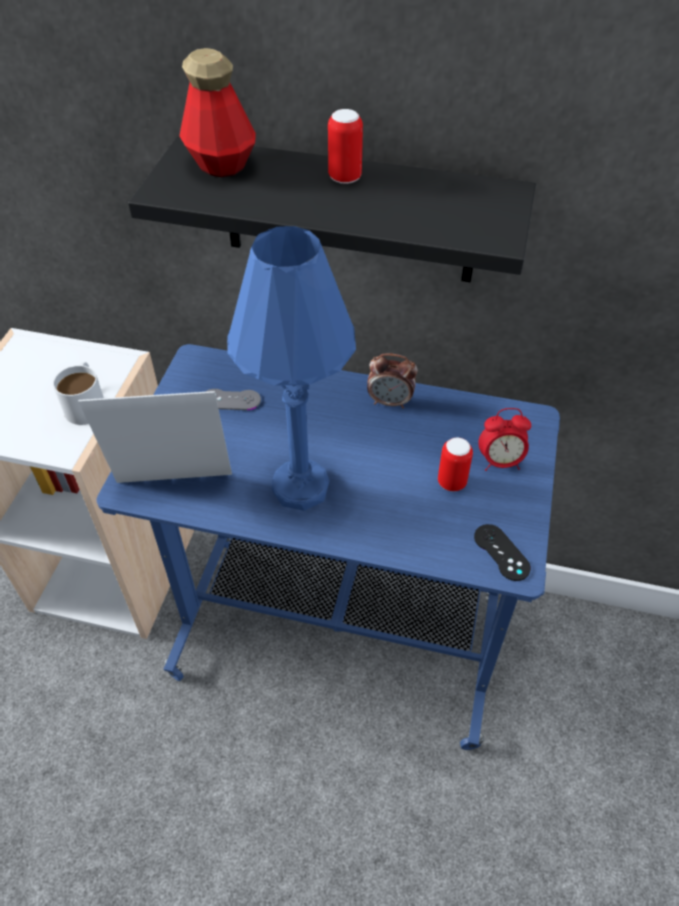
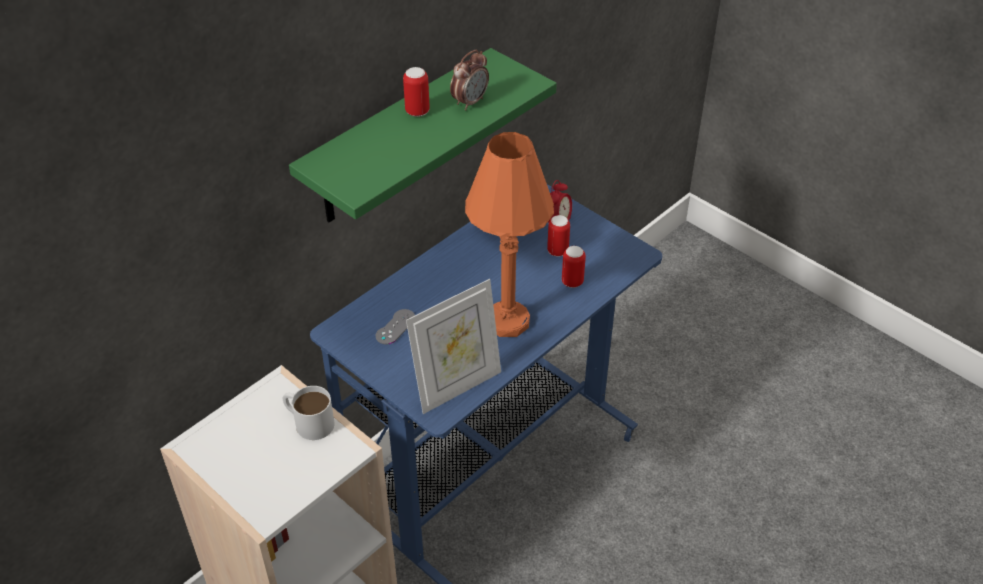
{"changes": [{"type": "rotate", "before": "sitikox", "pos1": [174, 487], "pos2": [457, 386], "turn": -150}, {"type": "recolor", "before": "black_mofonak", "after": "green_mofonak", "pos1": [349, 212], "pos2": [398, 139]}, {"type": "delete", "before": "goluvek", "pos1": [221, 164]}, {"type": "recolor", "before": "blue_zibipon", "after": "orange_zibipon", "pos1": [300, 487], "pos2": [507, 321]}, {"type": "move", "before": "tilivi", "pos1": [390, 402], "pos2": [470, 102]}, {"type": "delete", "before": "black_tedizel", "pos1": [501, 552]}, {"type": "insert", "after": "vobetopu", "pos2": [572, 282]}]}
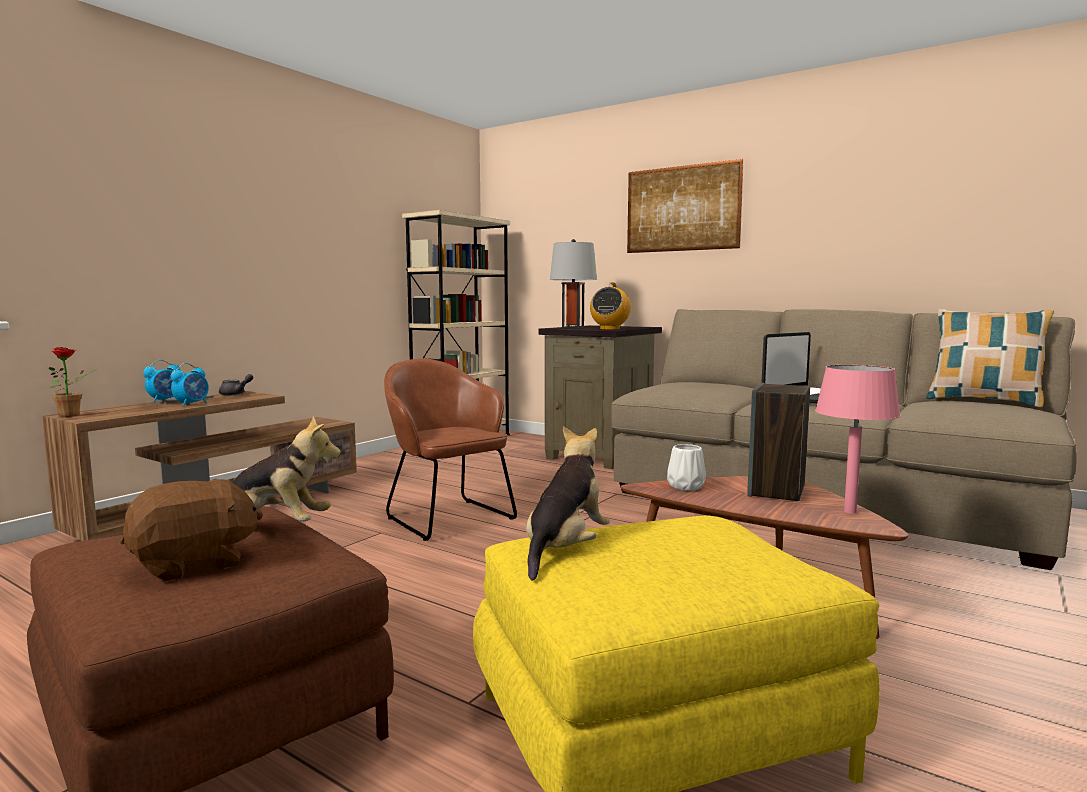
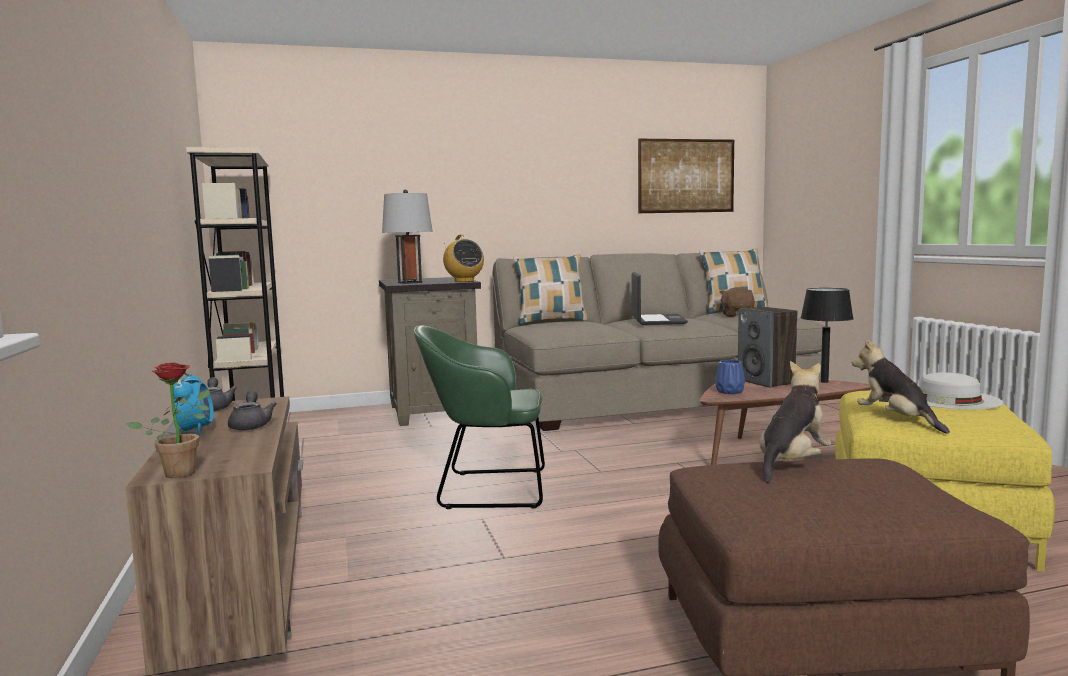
{"changes": [{"type": "move", "before": "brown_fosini", "pos1": [194, 564], "pos2": [737, 315]}, {"type": "replace", "before": "tilivi", "after": "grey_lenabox", "pos1": [192, 404], "pos2": [251, 425]}, {"type": "recolor", "before": "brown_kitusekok", "after": "green_kitusekok", "pos1": [446, 516], "pos2": [487, 489]}, {"type": "move", "before": "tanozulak", "pos1": [682, 208], "pos2": [686, 176]}, {"type": "recolor", "before": "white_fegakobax", "after": "blue_fegakobax", "pos1": [686, 486], "pos2": [729, 391]}, {"type": "recolor", "before": "pink_zibipon", "after": "black_zibipon", "pos1": [849, 511], "pos2": [824, 382]}, {"type": "insert", "after": "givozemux", "pos2": [551, 321]}, {"type": "insert", "after": "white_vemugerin", "pos2": [948, 399]}]}
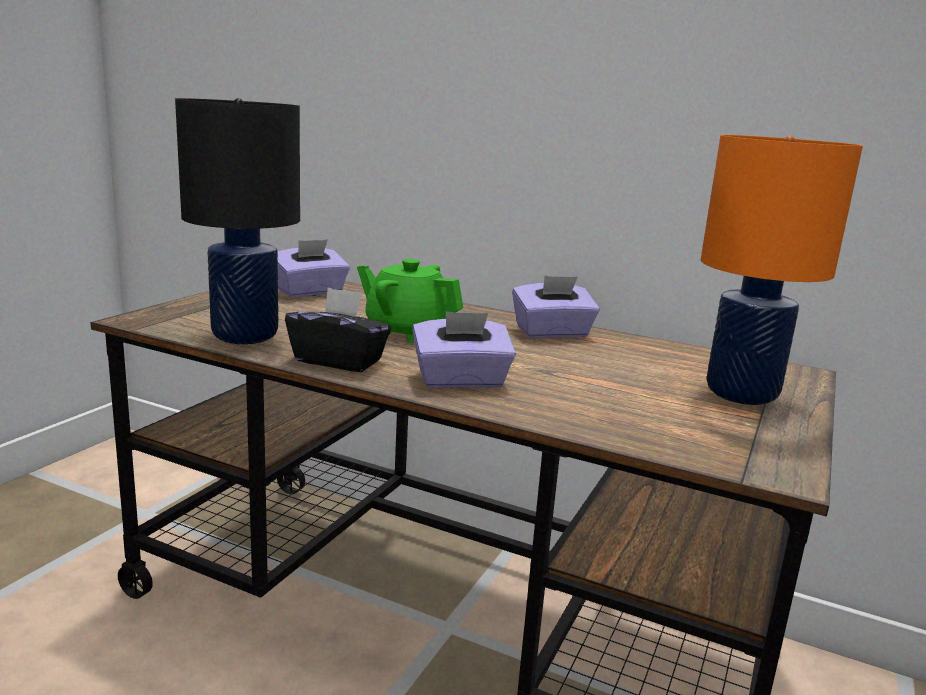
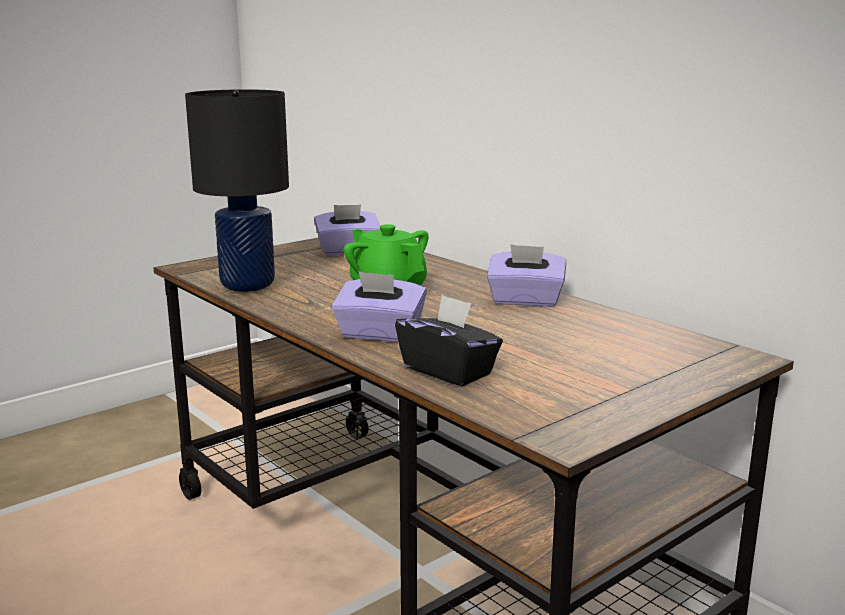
{"changes": [{"type": "move", "before": "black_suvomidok", "pos1": [339, 361], "pos2": [448, 371]}, {"type": "delete", "before": "orange_zibipon", "pos1": [742, 397]}]}
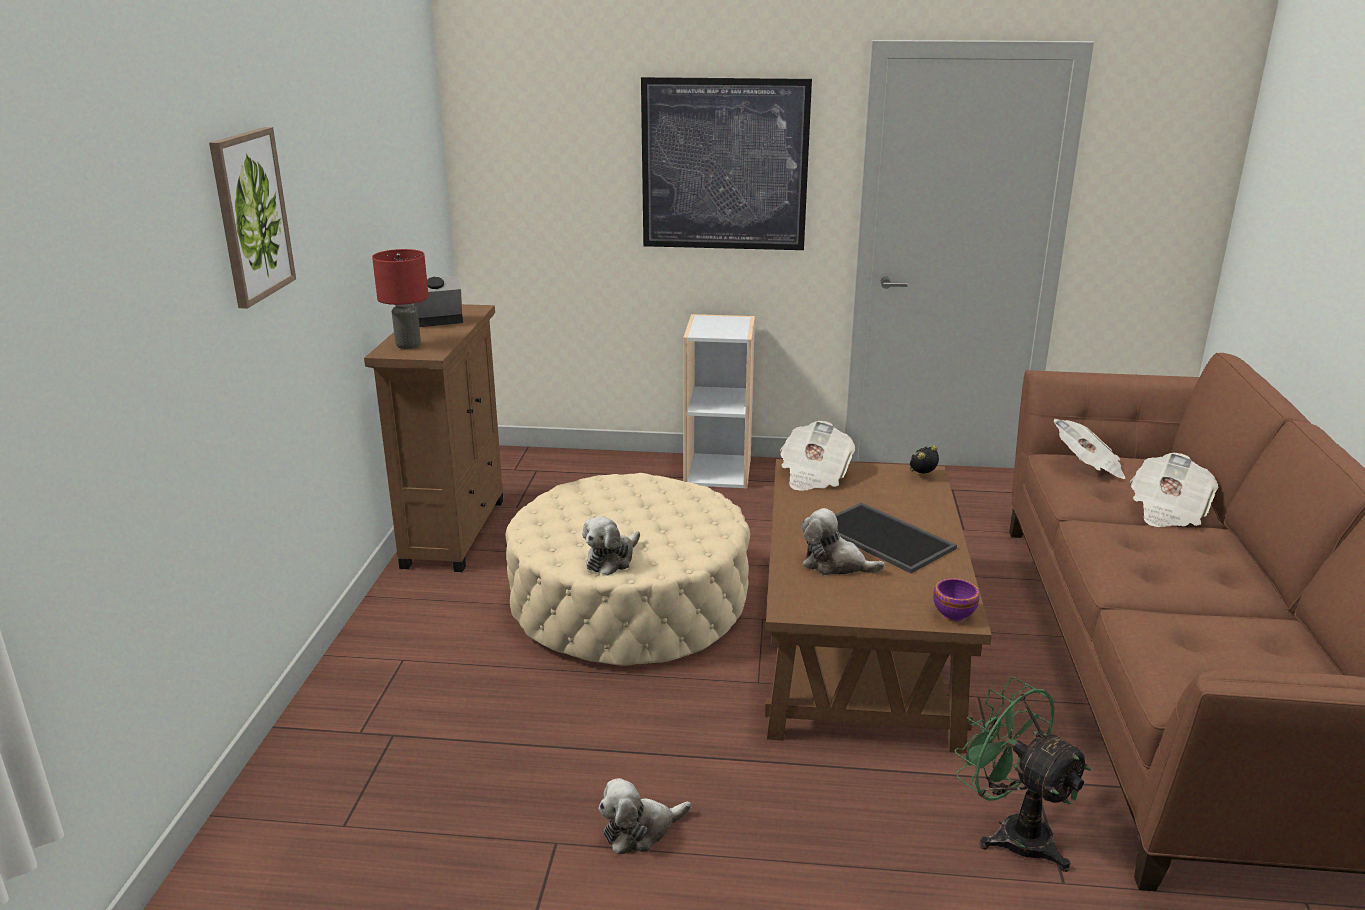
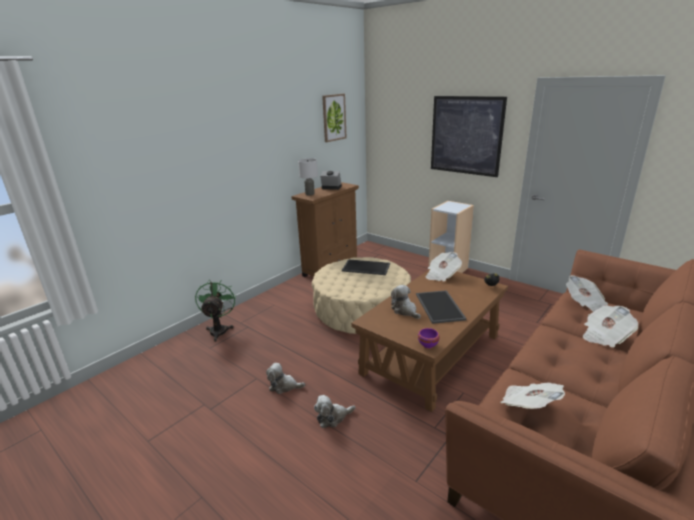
{"changes": [{"type": "move", "before": "tanozulak", "pos1": [251, 216], "pos2": [333, 117]}, {"type": "recolor", "before": "red_zibipon", "after": "white_zibipon", "pos1": [407, 346], "pos2": [309, 194]}, {"type": "move", "before": "fosini", "pos1": [612, 559], "pos2": [333, 417]}, {"type": "move", "before": "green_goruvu", "pos1": [1012, 832], "pos2": [219, 329]}, {"type": "insert", "after": "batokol", "pos2": [365, 268]}, {"type": "insert", "after": "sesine", "pos2": [528, 405]}]}
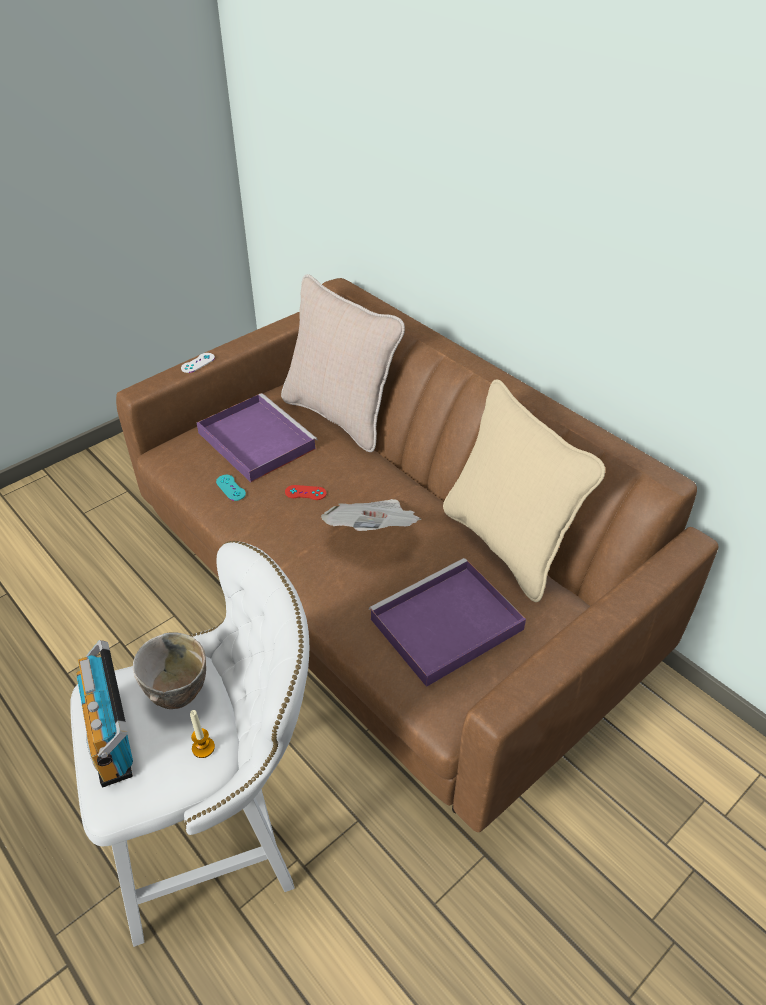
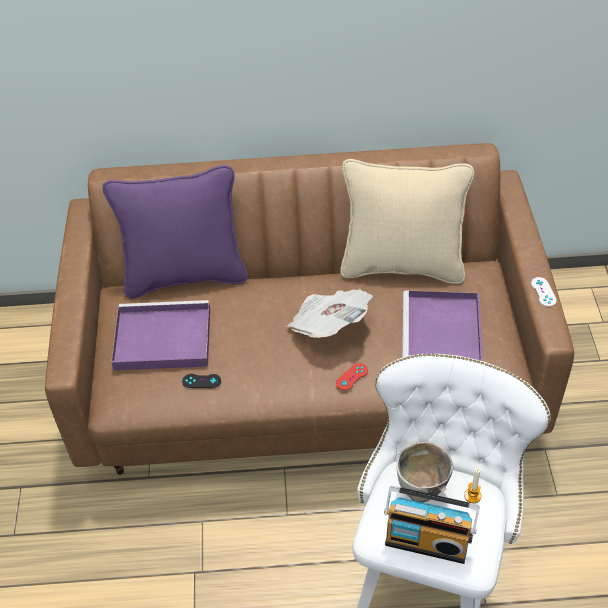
{"changes": [{"type": "move", "before": "white_tedizel", "pos1": [198, 363], "pos2": [543, 292]}, {"type": "recolor", "before": "turquoise_tedizel", "after": "black_tedizel", "pos1": [231, 488], "pos2": [201, 381]}, {"type": "recolor", "before": "beige_givozemux", "after": "purple_givozemux", "pos1": [340, 415], "pos2": [185, 275]}, {"type": "move", "before": "red_tedizel", "pos1": [305, 493], "pos2": [352, 377]}]}
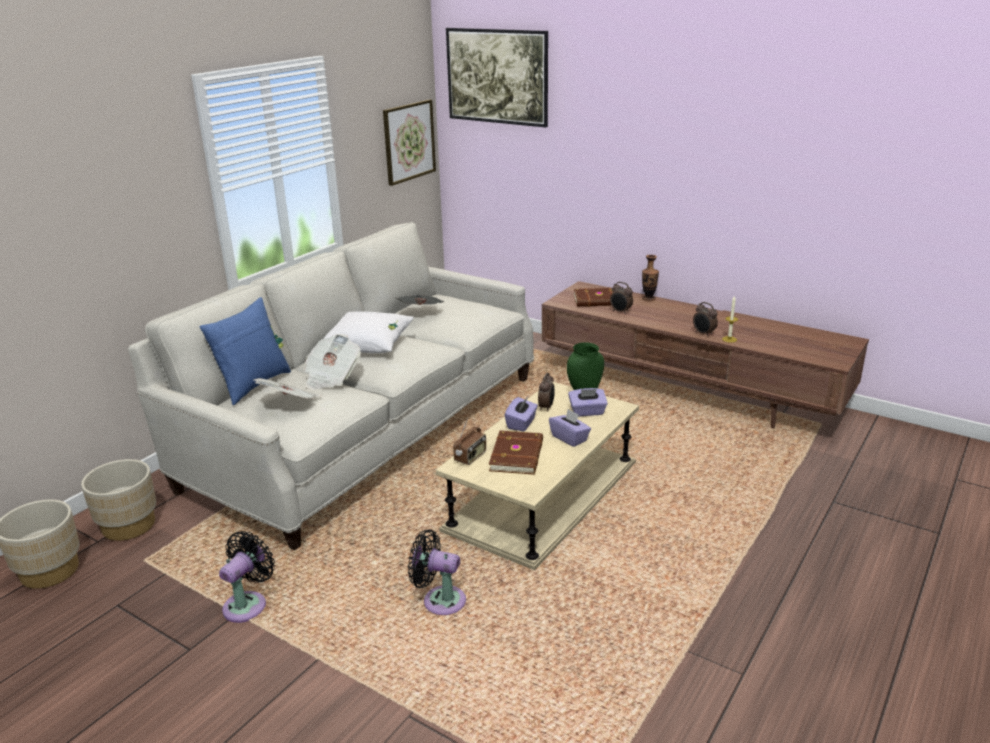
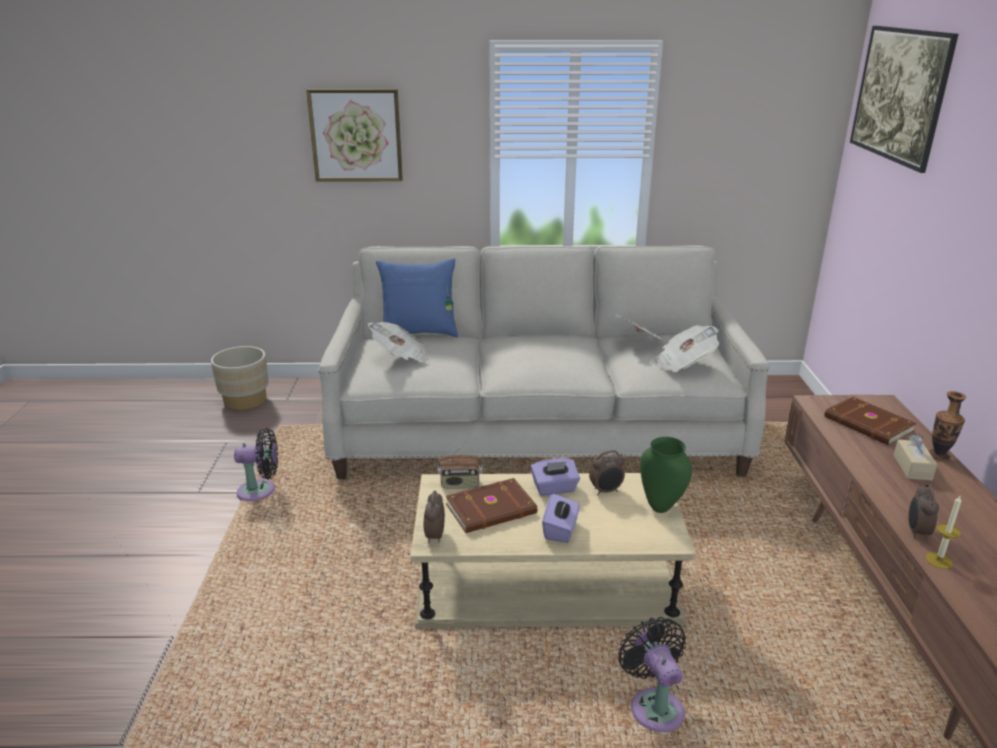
{"changes": [{"type": "delete", "before": "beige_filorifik", "pos1": [129, 525]}, {"type": "move", "before": "sesine", "pos1": [331, 377], "pos2": [682, 364]}, {"type": "delete", "before": "white_givozemux", "pos1": [368, 345]}, {"type": "move", "before": "tanozulak", "pos1": [409, 141], "pos2": [356, 135]}, {"type": "move", "before": "black_goruvu", "pos1": [440, 600], "pos2": [654, 705]}, {"type": "delete", "before": "purple_suvomidok", "pos1": [587, 412]}, {"type": "move", "before": "tilivi", "pos1": [620, 311], "pos2": [434, 536]}, {"type": "insert", "after": "beige_suvomidok", "pos2": [912, 467]}]}
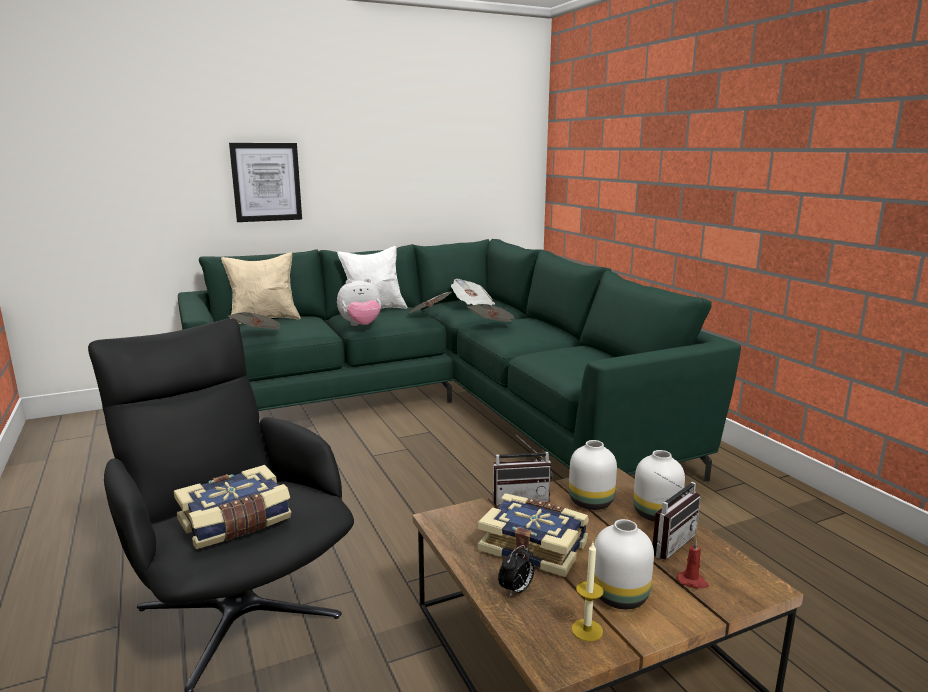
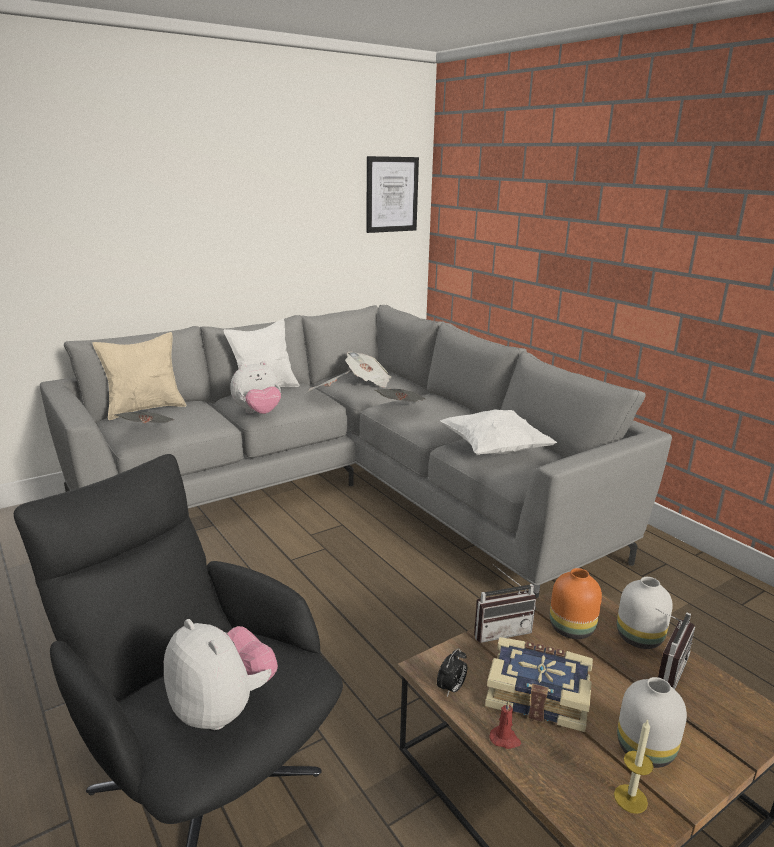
{"changes": [{"type": "replace", "before": "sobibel", "after": "fosini", "pos1": [236, 522], "pos2": [223, 708]}, {"type": "recolor", "before": "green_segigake", "after": "grey_segigake", "pos1": [447, 407], "pos2": [350, 492]}, {"type": "move", "before": "tanozulak", "pos1": [266, 182], "pos2": [391, 194]}, {"type": "move", "before": "tilivi", "pos1": [516, 590], "pos2": [451, 689]}, {"type": "recolor", "before": "white_fegakobax", "after": "orange_fegakobax", "pos1": [592, 502], "pos2": [572, 628]}, {"type": "move", "before": "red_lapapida", "pos1": [692, 581], "pos2": [505, 739]}, {"type": "insert", "after": "white_givozemux", "pos2": [494, 450]}]}
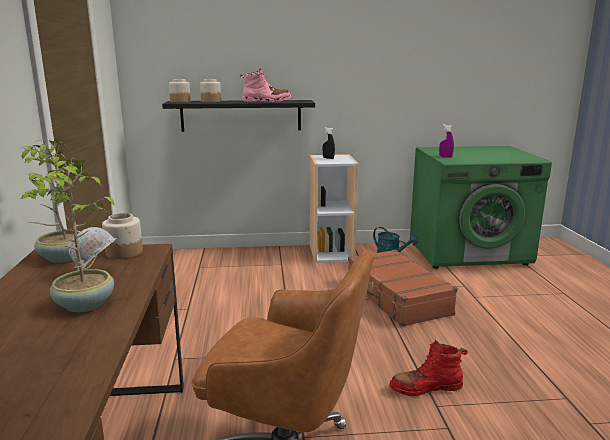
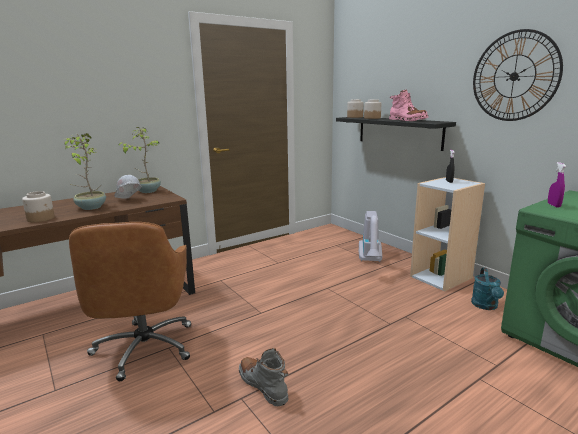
{"changes": [{"type": "move", "before": "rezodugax", "pos1": [124, 252], "pos2": [41, 218]}, {"type": "delete", "before": "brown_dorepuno", "pos1": [396, 297]}, {"type": "recolor", "before": "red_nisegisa", "after": "grey_nisegisa", "pos1": [426, 388], "pos2": [263, 386]}, {"type": "insert", "after": "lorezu", "pos2": [370, 261]}, {"type": "insert", "after": "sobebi", "pos2": [514, 76]}]}
